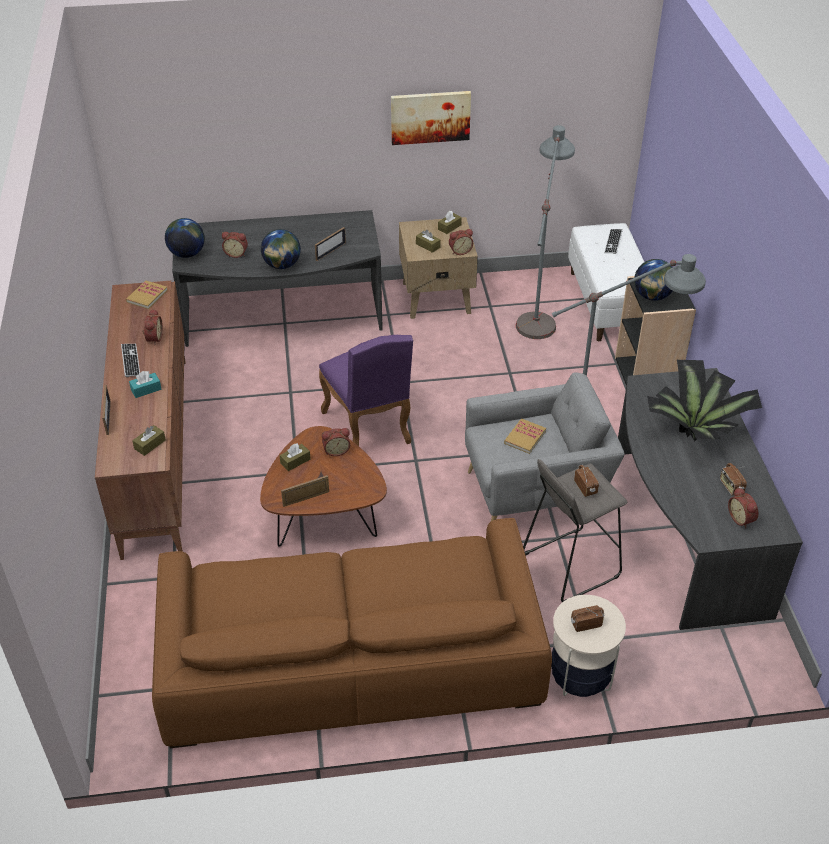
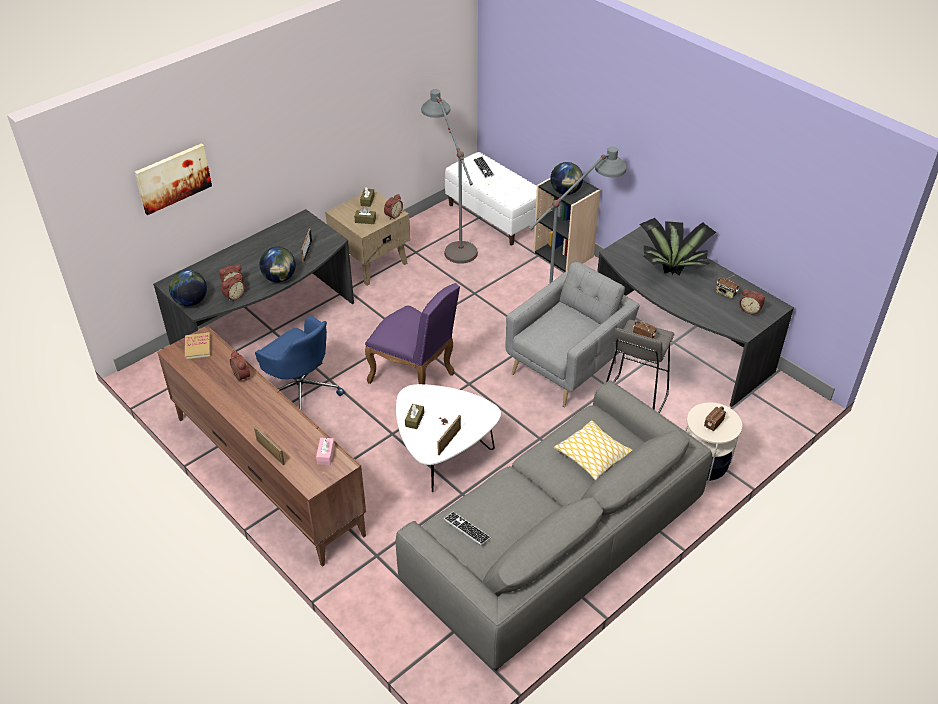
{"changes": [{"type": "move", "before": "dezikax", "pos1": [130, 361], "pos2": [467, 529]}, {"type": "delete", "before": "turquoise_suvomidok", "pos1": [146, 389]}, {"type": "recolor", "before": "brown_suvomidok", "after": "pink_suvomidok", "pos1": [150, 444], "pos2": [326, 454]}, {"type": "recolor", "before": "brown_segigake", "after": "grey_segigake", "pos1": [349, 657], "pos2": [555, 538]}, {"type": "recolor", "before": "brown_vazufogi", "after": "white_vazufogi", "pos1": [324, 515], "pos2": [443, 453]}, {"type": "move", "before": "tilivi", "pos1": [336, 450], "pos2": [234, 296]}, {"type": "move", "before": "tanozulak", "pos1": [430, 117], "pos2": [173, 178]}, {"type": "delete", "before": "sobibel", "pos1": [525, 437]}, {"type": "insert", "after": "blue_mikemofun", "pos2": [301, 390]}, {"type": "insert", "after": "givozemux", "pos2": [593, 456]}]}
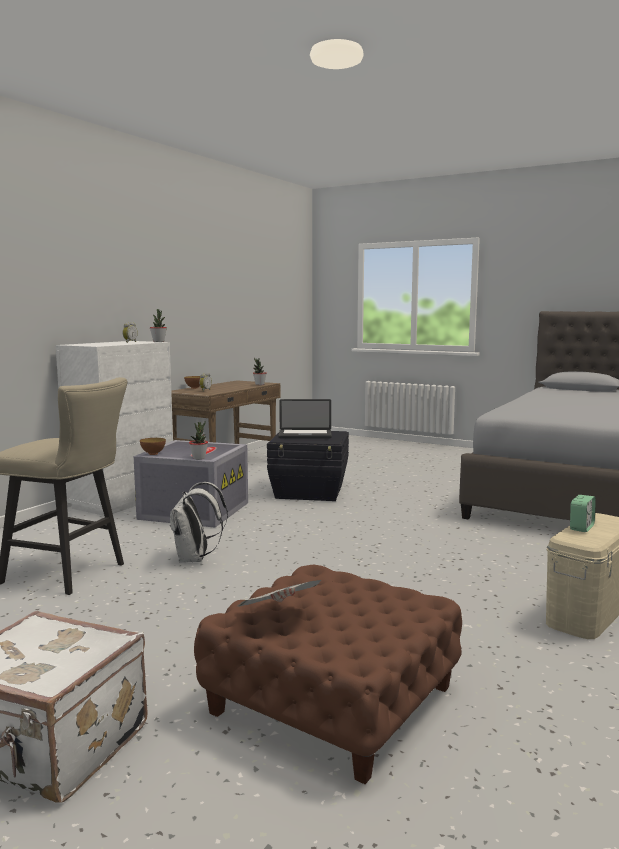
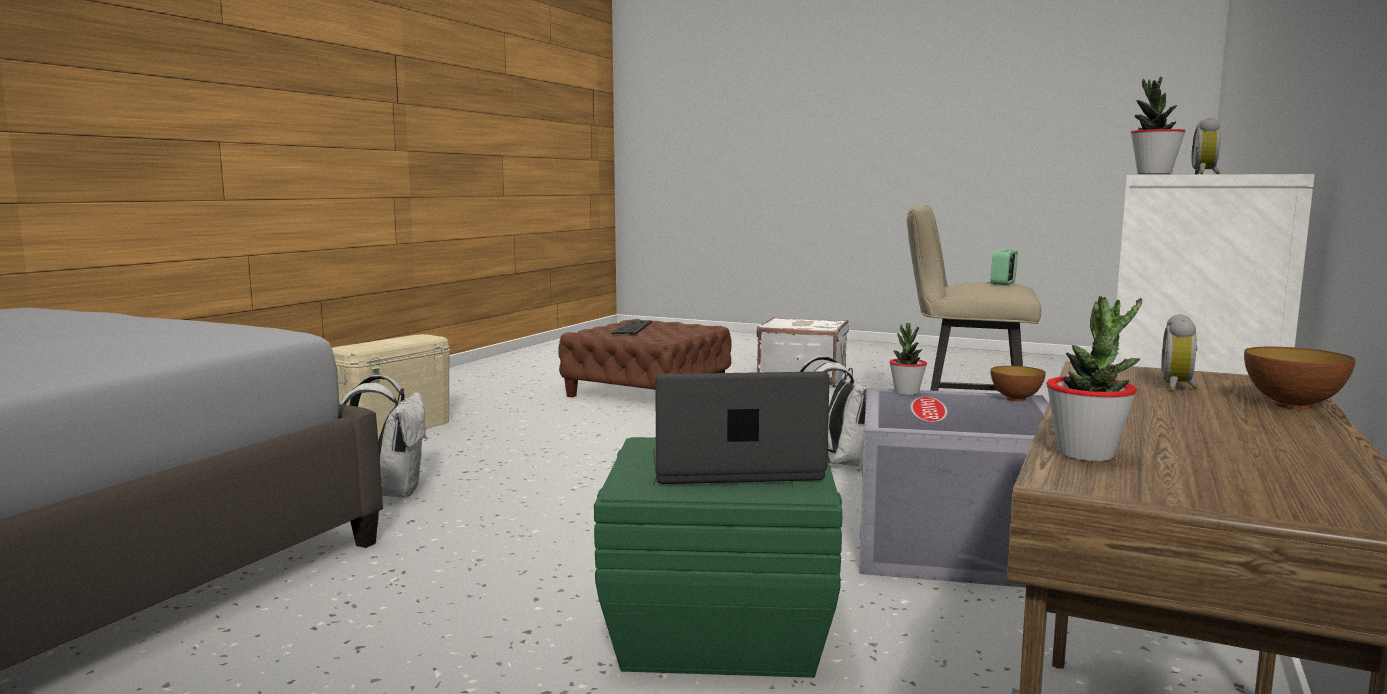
{"changes": [{"type": "delete", "before": "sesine", "pos1": [278, 616]}, {"type": "recolor", "before": "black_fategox", "after": "green_fategox", "pos1": [310, 491], "pos2": [717, 627]}, {"type": "move", "before": "tilivi", "pos1": [581, 528], "pos2": [1003, 283]}, {"type": "insert", "after": "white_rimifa", "pos2": [392, 492]}, {"type": "insert", "after": "dezikax", "pos2": [633, 328]}]}
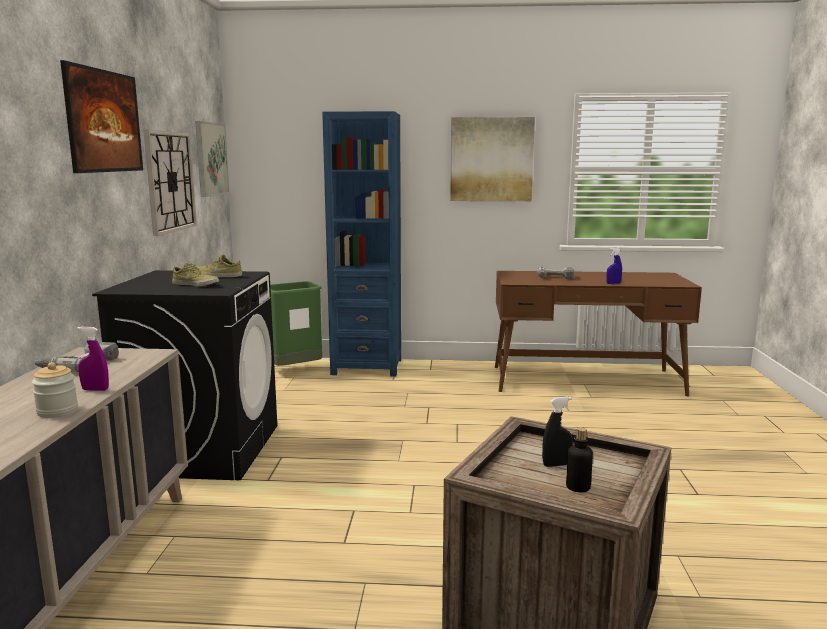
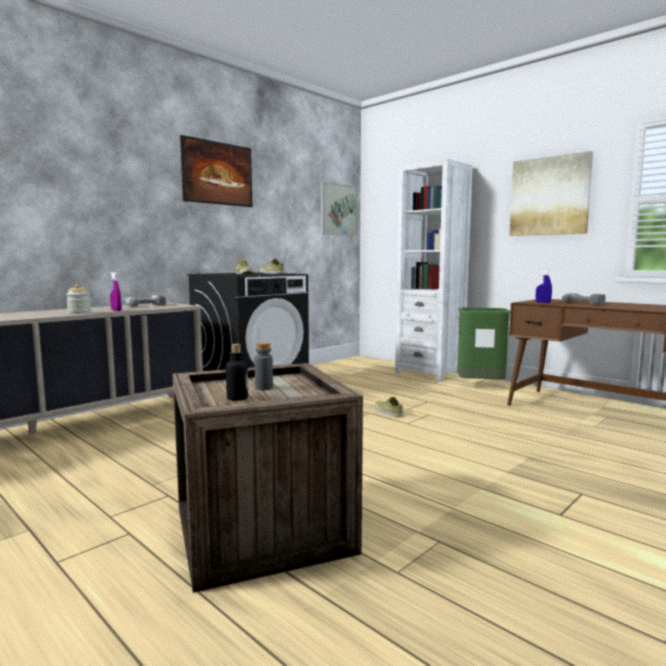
{"changes": [{"type": "delete", "before": "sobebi", "pos1": [170, 181]}, {"type": "move", "before": "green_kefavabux", "pos1": [295, 370], "pos2": [480, 386]}, {"type": "recolor", "before": "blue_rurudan", "after": "white_rurudan", "pos1": [367, 367], "pos2": [429, 373]}, {"type": "replace", "before": "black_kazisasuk", "after": "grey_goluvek", "pos1": [556, 464], "pos2": [264, 388]}, {"type": "move", "before": "blue_kazisasuk", "pos1": [613, 283], "pos2": [543, 302]}, {"type": "insert", "after": "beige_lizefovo", "pos2": [388, 412]}]}
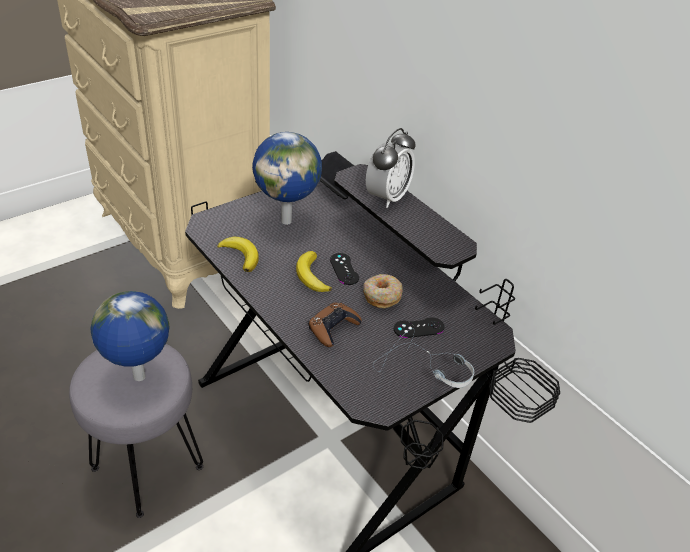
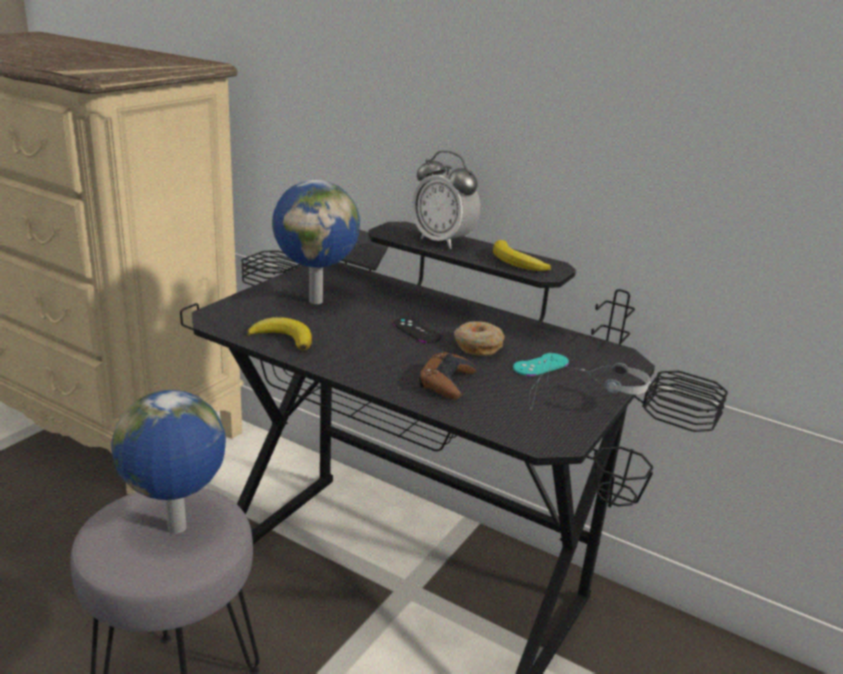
{"changes": [{"type": "move", "before": "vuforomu", "pos1": [311, 276], "pos2": [516, 262]}, {"type": "rotate", "before": "tilivi", "pos1": [387, 197], "pos2": [442, 241], "turn": 120}, {"type": "recolor", "before": "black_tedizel", "after": "turquoise_tedizel", "pos1": [419, 328], "pos2": [541, 365]}]}
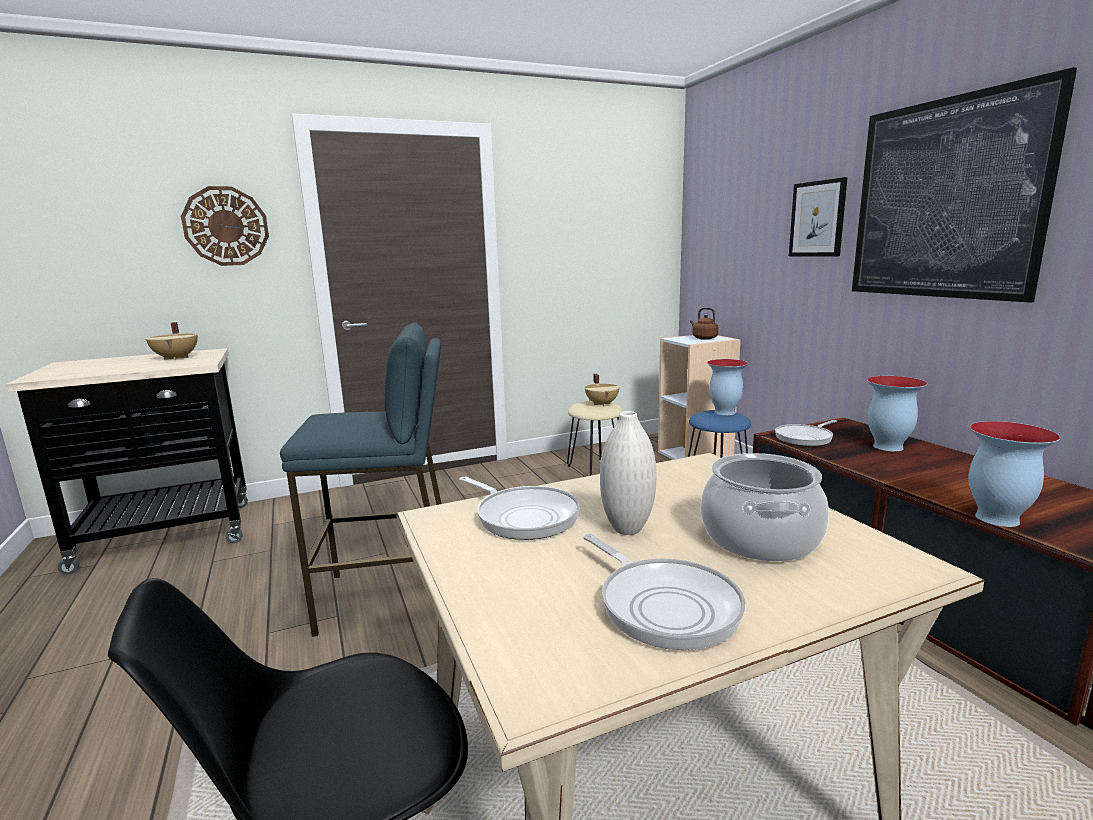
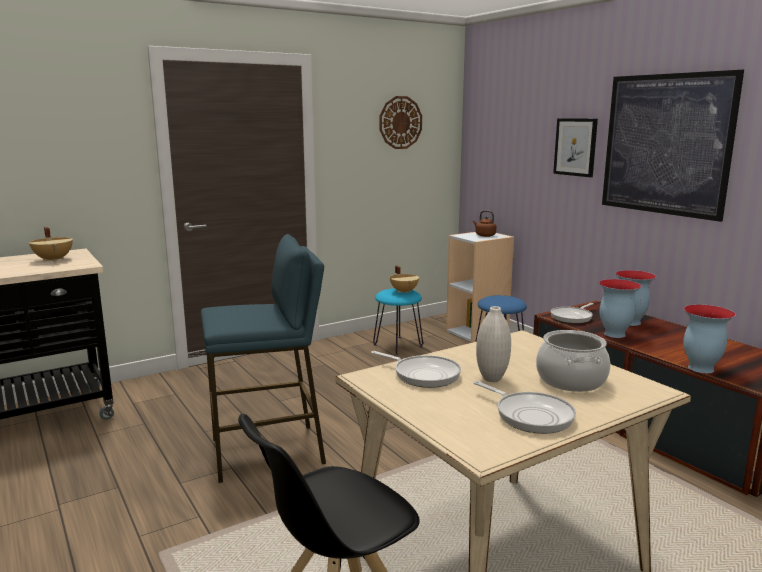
{"changes": [{"type": "move", "before": "sobebi", "pos1": [226, 226], "pos2": [400, 122]}, {"type": "recolor", "before": "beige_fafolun", "after": "turquoise_fafolun", "pos1": [596, 468], "pos2": [398, 345]}, {"type": "move", "before": "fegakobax", "pos1": [724, 412], "pos2": [614, 334]}]}
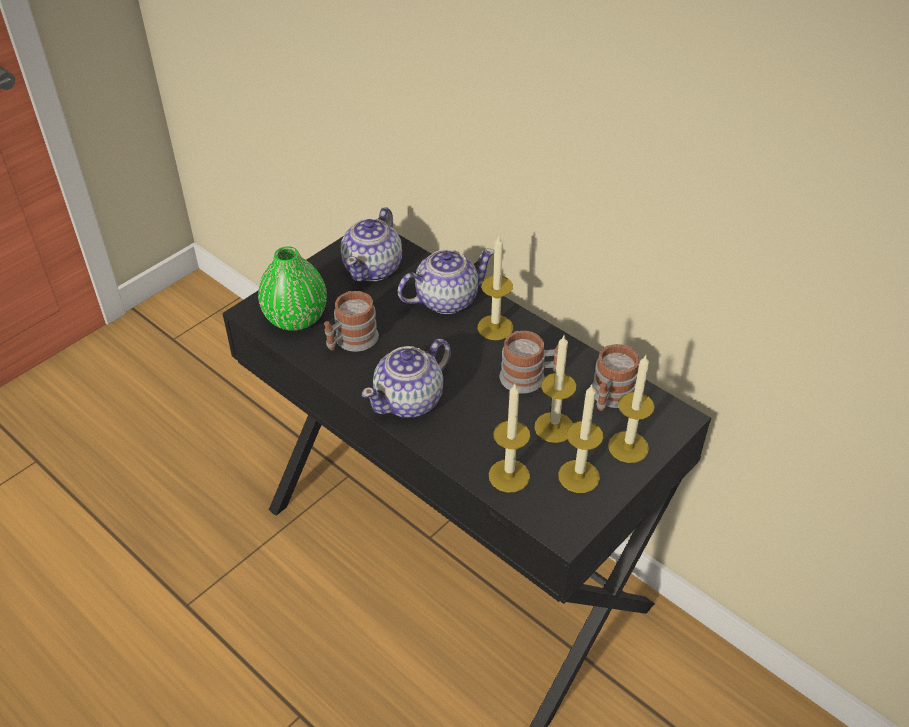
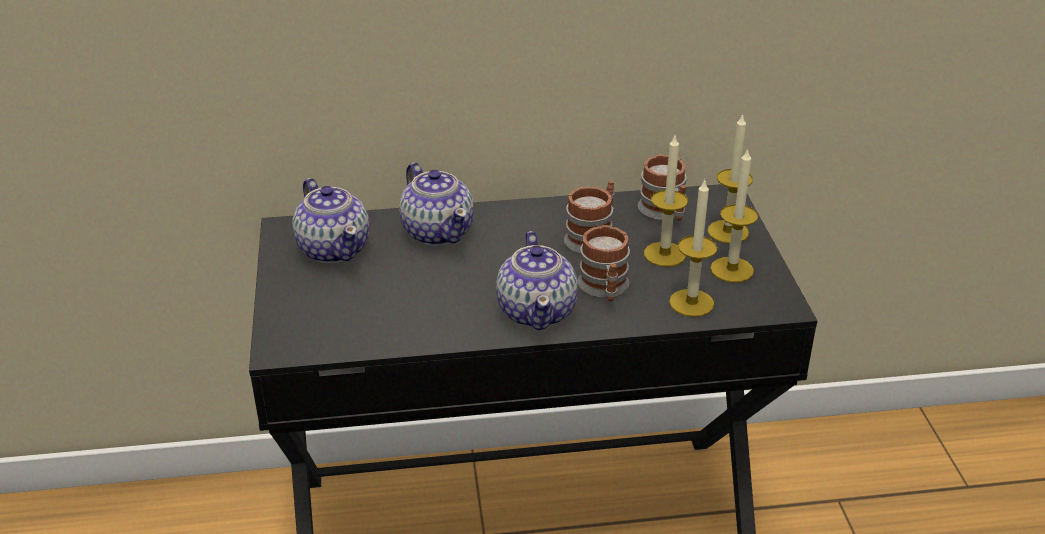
{"changes": [{"type": "delete", "before": "green_fegakobax", "pos1": [296, 318]}, {"type": "move", "before": "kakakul", "pos1": [351, 341], "pos2": [605, 289]}, {"type": "rotate", "before": "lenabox", "pos1": [445, 300], "pos2": [438, 231], "turn": 135}, {"type": "delete", "before": "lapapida", "pos1": [495, 327]}]}
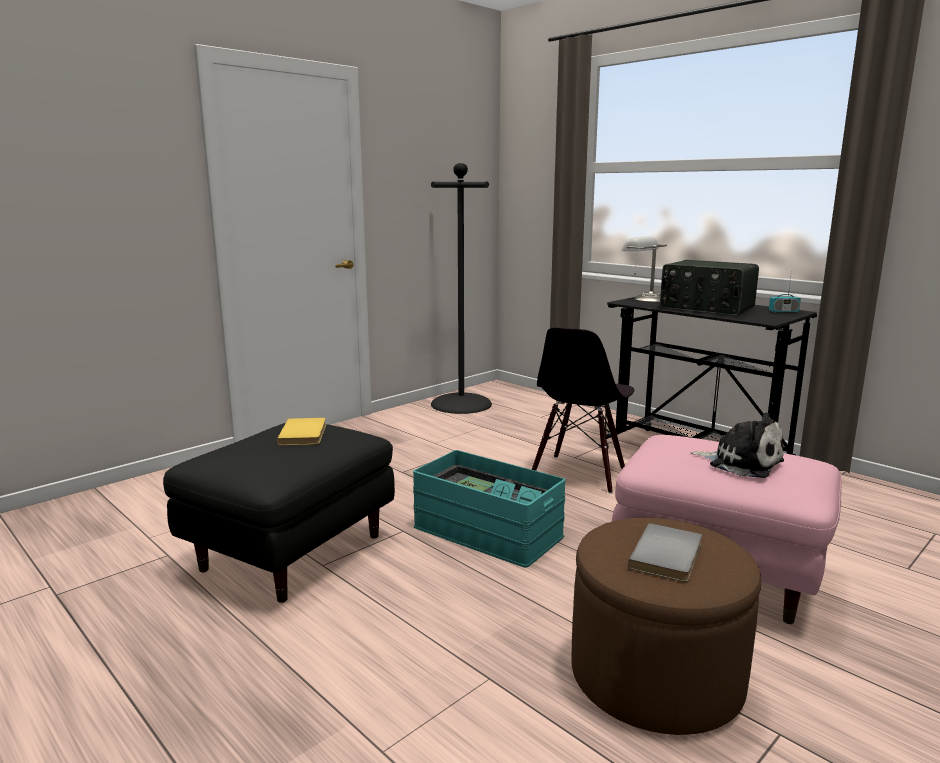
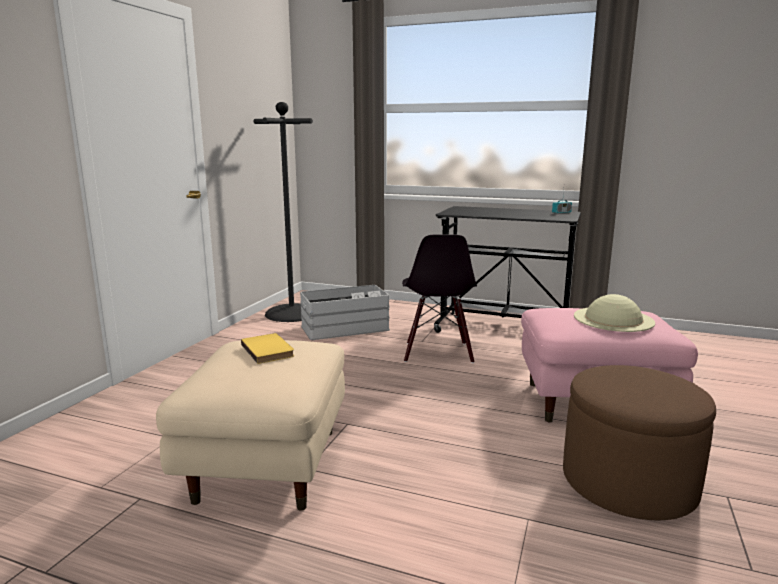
{"changes": [{"type": "recolor", "before": "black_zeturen", "after": "beige_zeturen", "pos1": [290, 554], "pos2": [267, 466]}, {"type": "delete", "before": "turquoise_fategox", "pos1": [488, 531]}, {"type": "delete", "before": "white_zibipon", "pos1": [644, 298]}, {"type": "delete", "before": "grey_sobibel", "pos1": [669, 556]}, {"type": "delete", "before": "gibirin", "pos1": [706, 308]}, {"type": "replace", "before": "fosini", "after": "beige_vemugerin", "pos1": [741, 463], "pos2": [613, 319]}, {"type": "insert", "after": "grey_fategox", "pos2": [345, 328]}]}
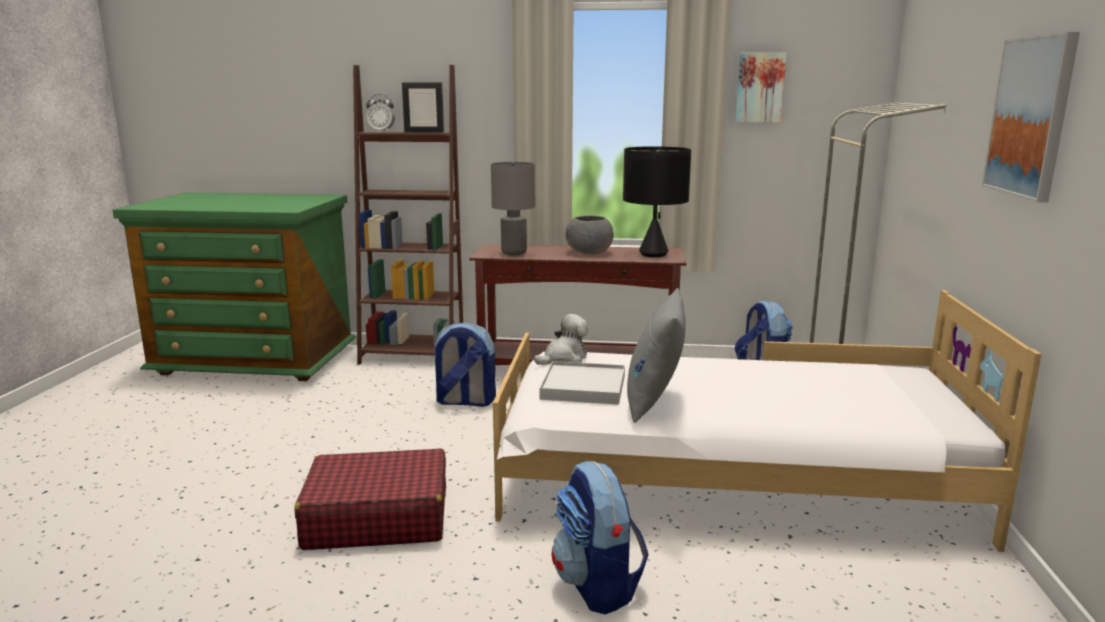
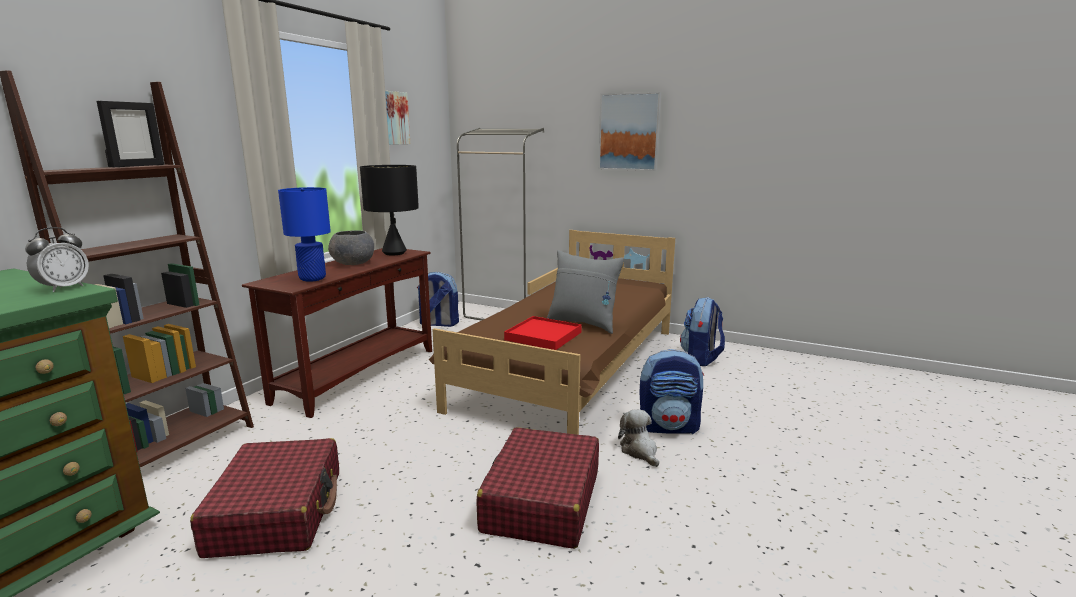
{"changes": [{"type": "move", "before": "tilivi", "pos1": [381, 131], "pos2": [64, 288]}, {"type": "move", "before": "rimifa", "pos1": [464, 401], "pos2": [701, 359]}, {"type": "recolor", "before": "grey_zibipon", "after": "blue_zibipon", "pos1": [513, 254], "pos2": [312, 280]}, {"type": "recolor", "before": "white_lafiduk", "after": "brown_lafiduk", "pos1": [726, 481], "pos2": [572, 367]}, {"type": "move", "before": "fosini", "pos1": [564, 358], "pos2": [640, 451]}, {"type": "recolor", "before": "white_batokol", "after": "red_batokol", "pos1": [584, 387], "pos2": [543, 336]}, {"type": "insert", "after": "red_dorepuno", "pos2": [277, 512]}]}
